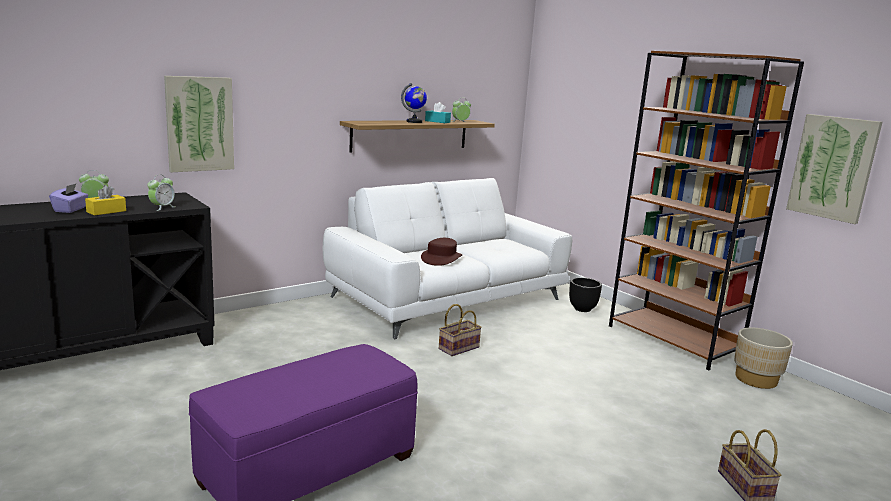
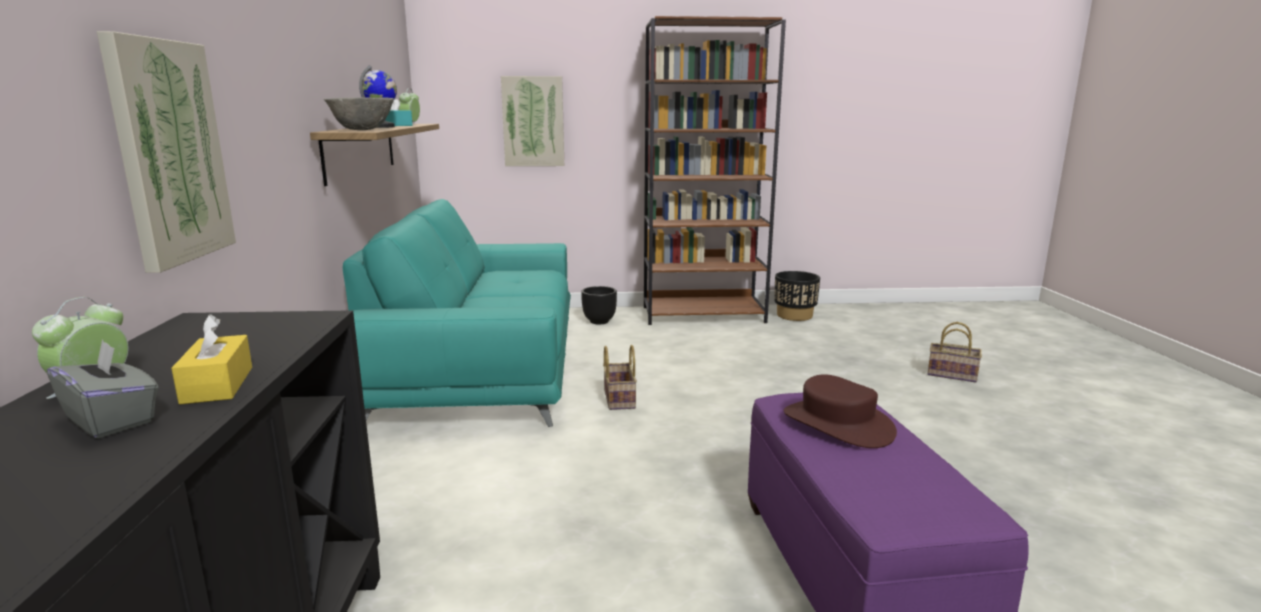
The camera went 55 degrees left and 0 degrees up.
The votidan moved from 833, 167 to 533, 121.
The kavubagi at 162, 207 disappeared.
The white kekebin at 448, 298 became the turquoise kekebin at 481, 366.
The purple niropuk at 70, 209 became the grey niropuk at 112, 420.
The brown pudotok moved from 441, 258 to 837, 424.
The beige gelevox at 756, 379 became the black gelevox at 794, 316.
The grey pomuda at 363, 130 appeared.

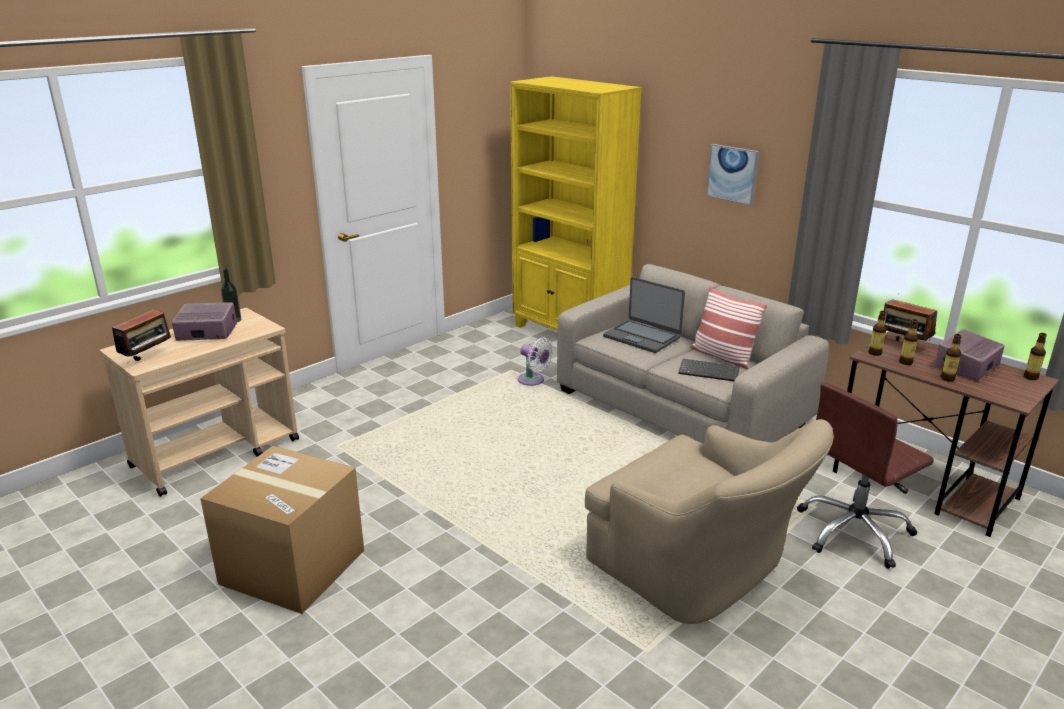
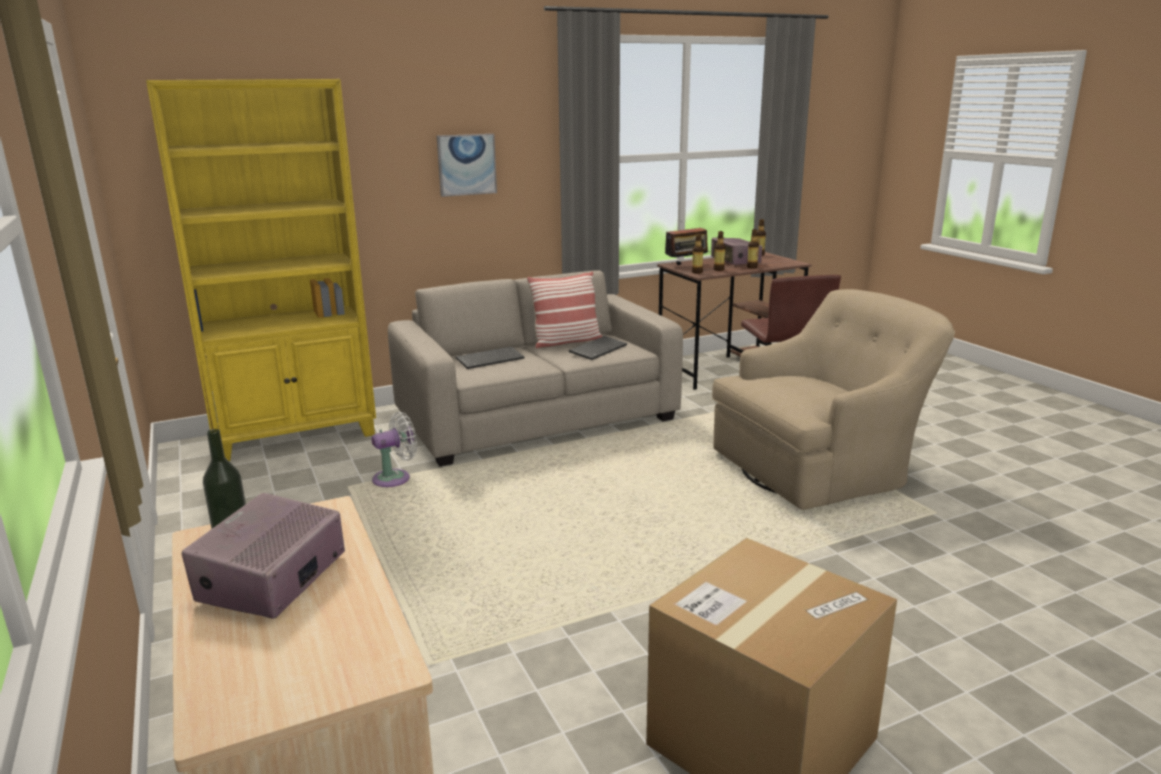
The camera went 70 degrees left and 5 degrees down.
The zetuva at 642, 337 was replaced by the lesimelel at 490, 359.
The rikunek at 148, 358 disappeared.

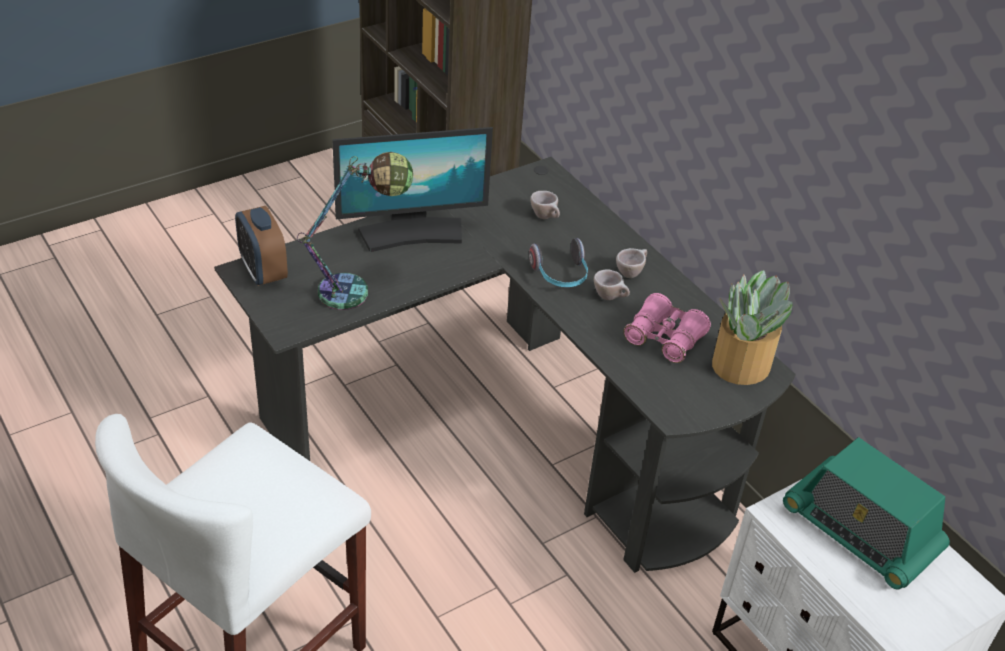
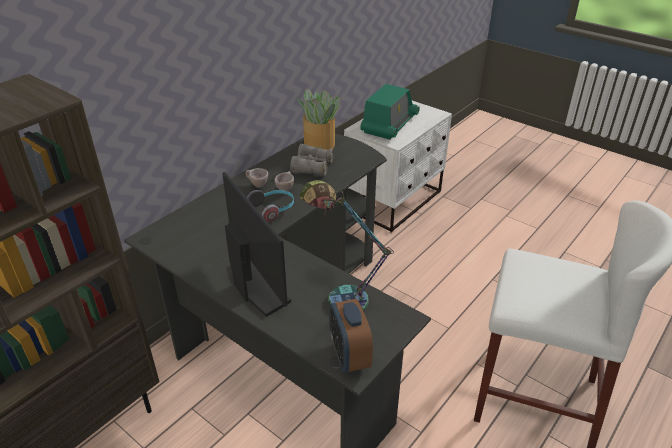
The camera went 105 degrees left and 5 degrees down.
The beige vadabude at 546, 217 disappeared.
The kavubagi at 263, 271 turned 120 degrees clockwise.
The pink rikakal at 664, 338 became the grey rikakal at 312, 167.

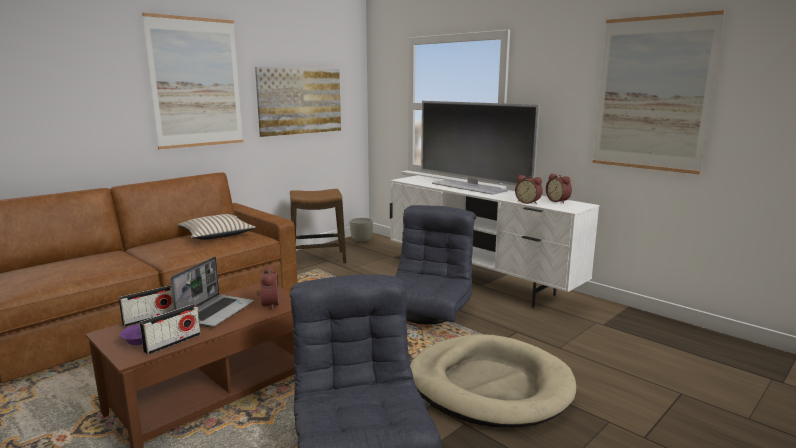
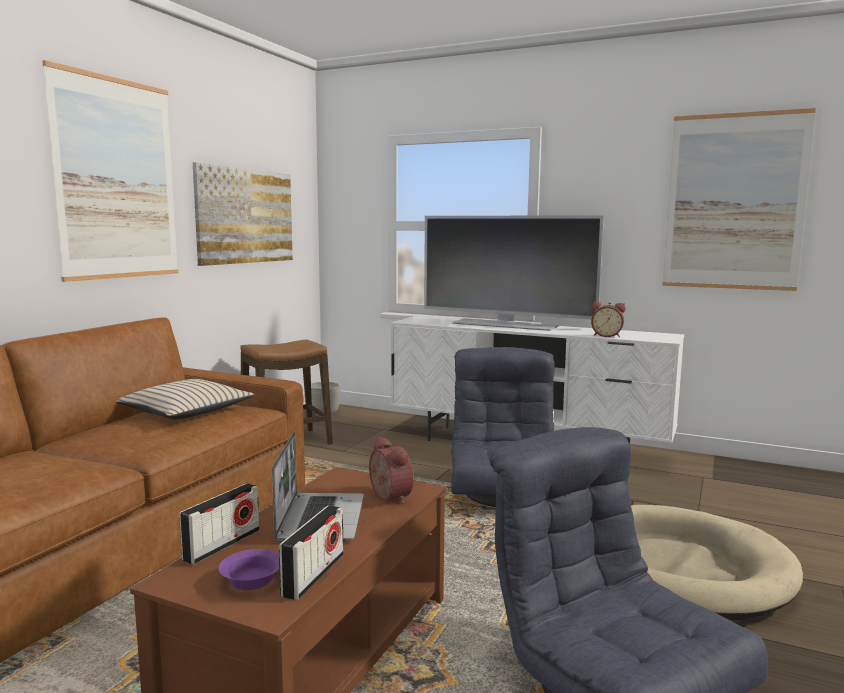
The camera went 20 degrees left and 5 degrees down.
The kavubagi at 558, 201 disappeared.

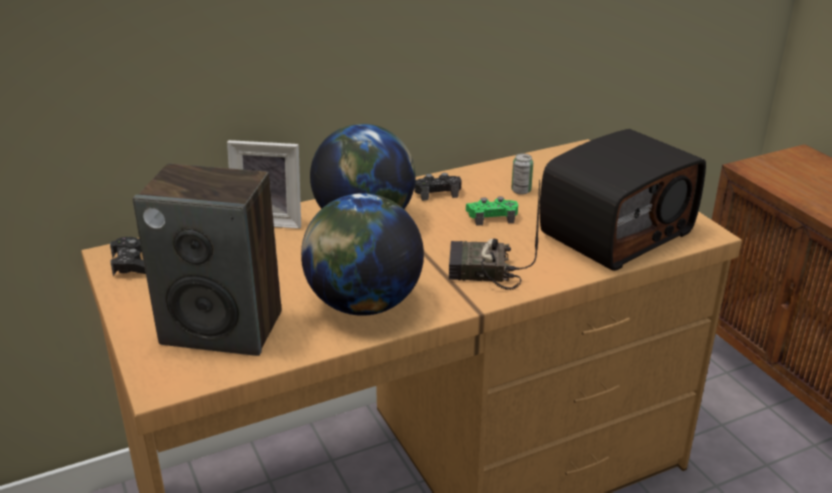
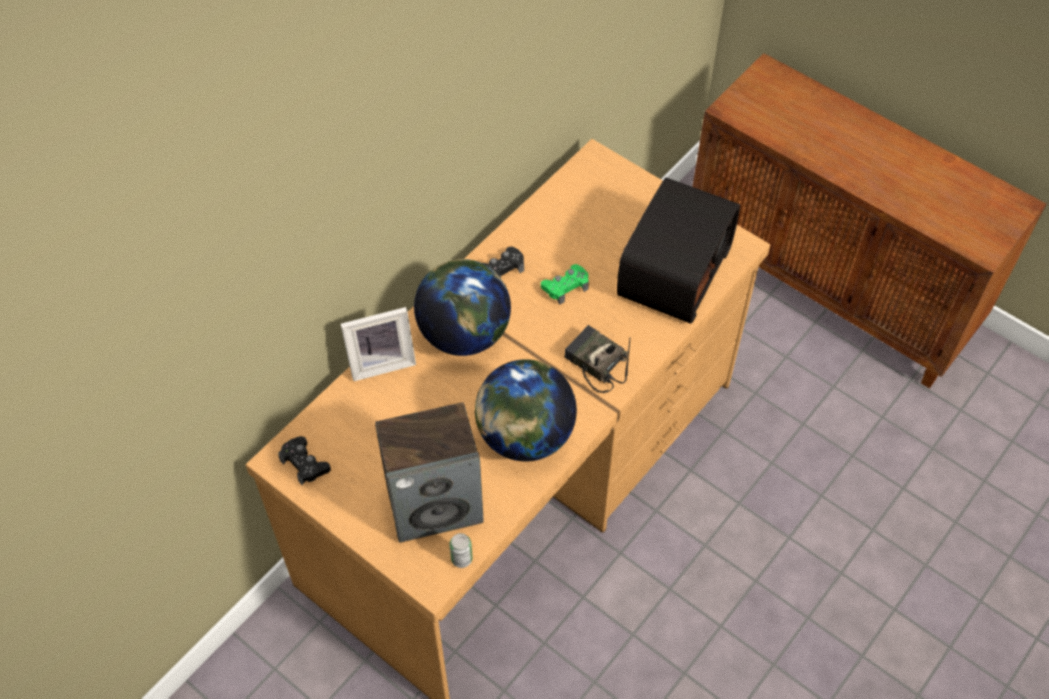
The camera went 25 degrees left and 25 degrees up.
The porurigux moved from 521, 191 to 461, 559.
The rikunek at 481, 273 turned 60 degrees clockwise.

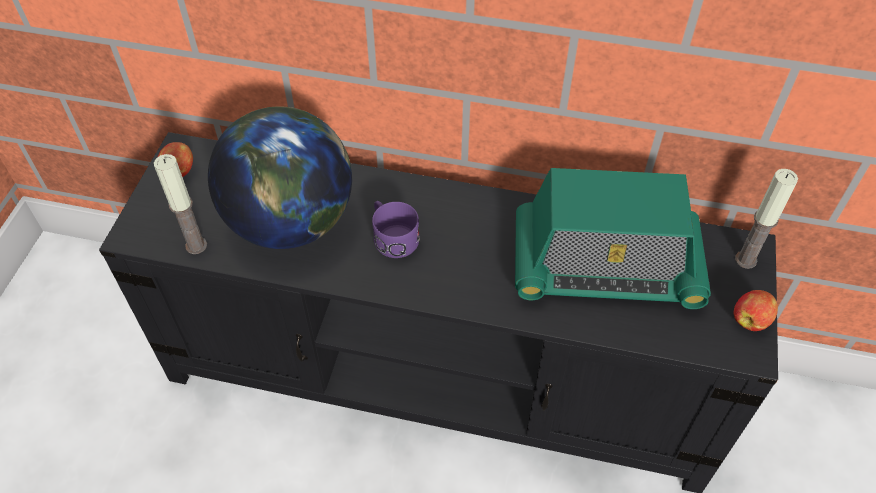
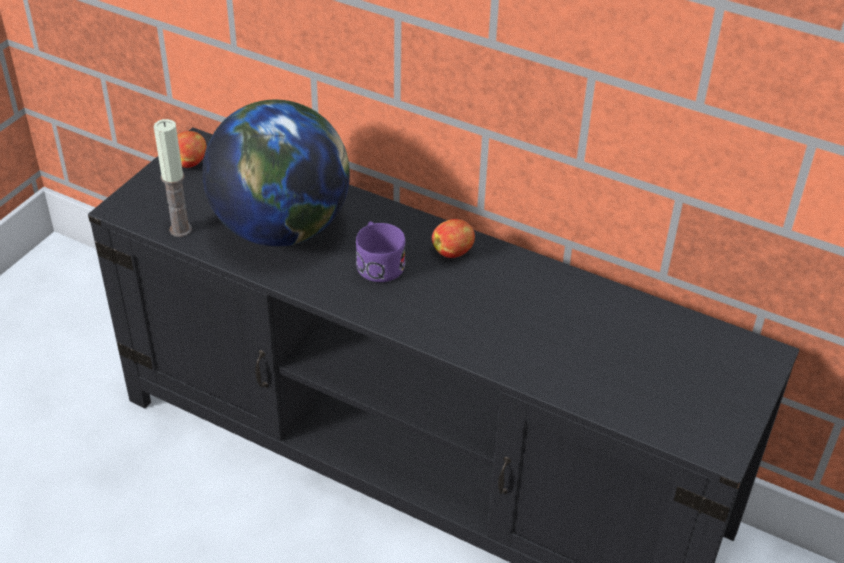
The camera went 15 degrees right and 10 degrees down.
The rikunek at 605, 266 disappeared.
The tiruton at 746, 260 disappeared.
The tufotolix moved from 750, 320 to 453, 252.

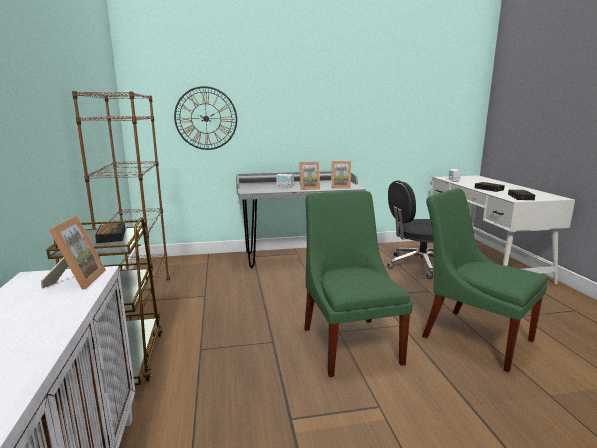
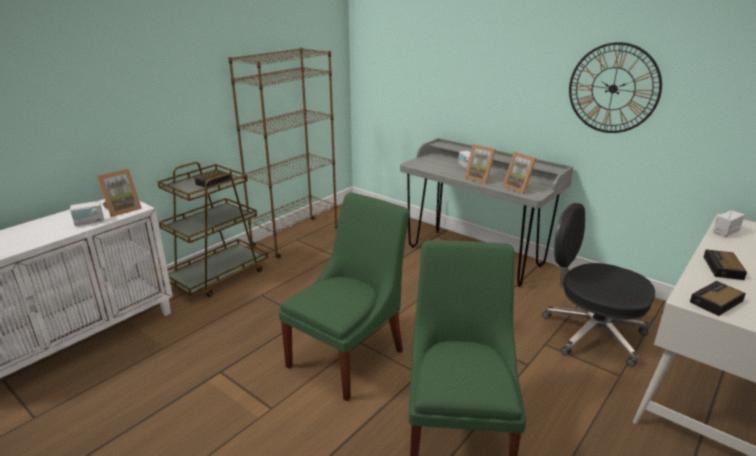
The camera went 50 degrees right and 10 degrees up.
The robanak moved from 206, 118 to 613, 88.
The rikunek at 89, 222 appeared.

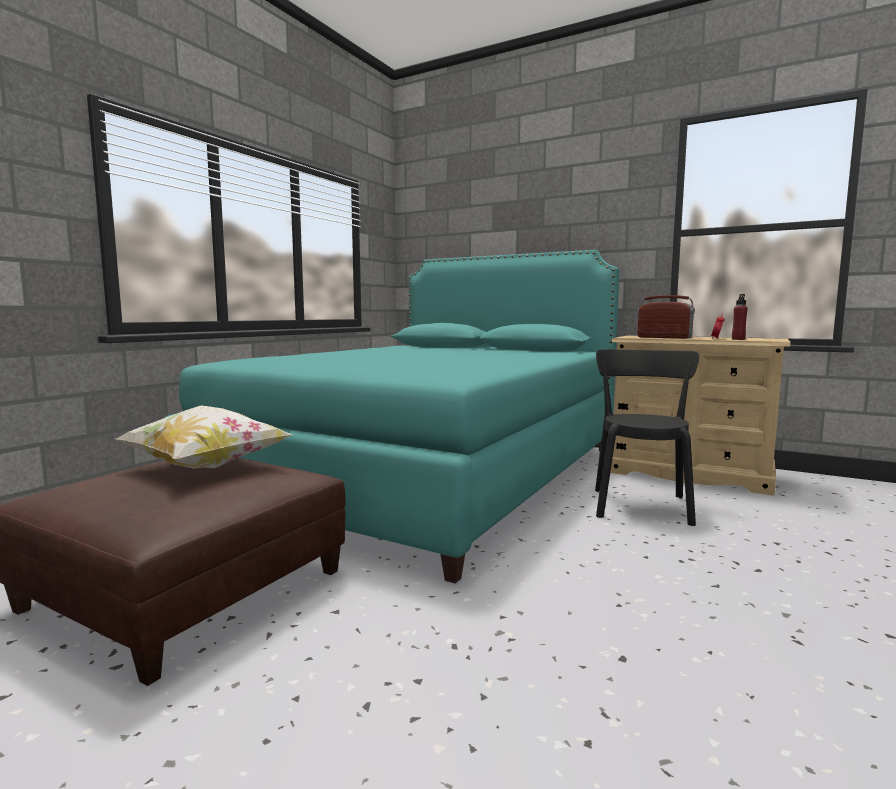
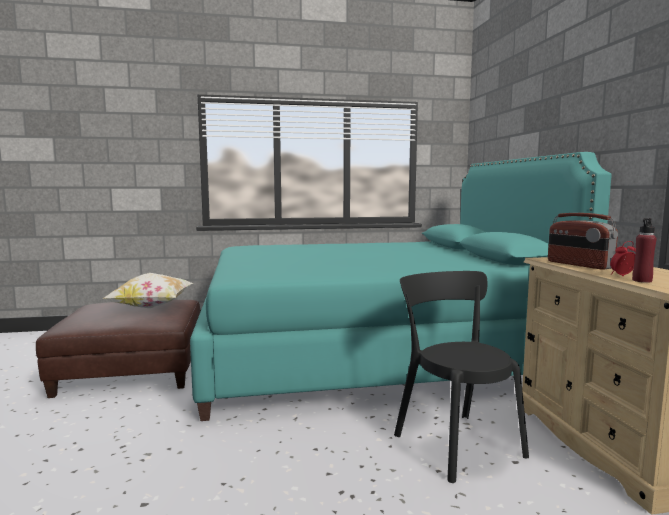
The camera went 50 degrees right and 0 degrees up.
The rikunek at 664, 337 turned 150 degrees clockwise.
The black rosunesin at 640, 504 turned 90 degrees counterclockwise.

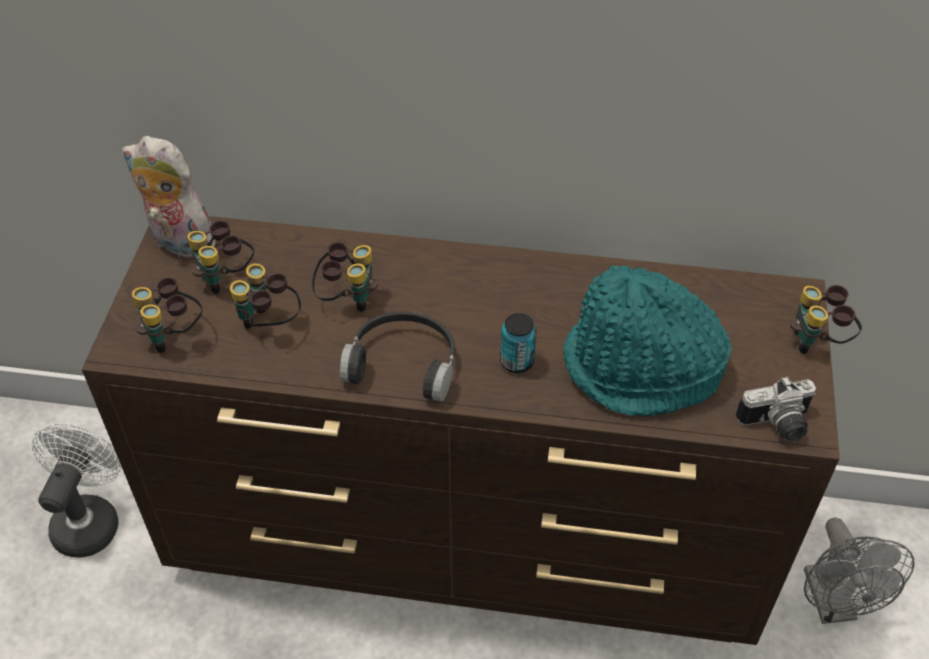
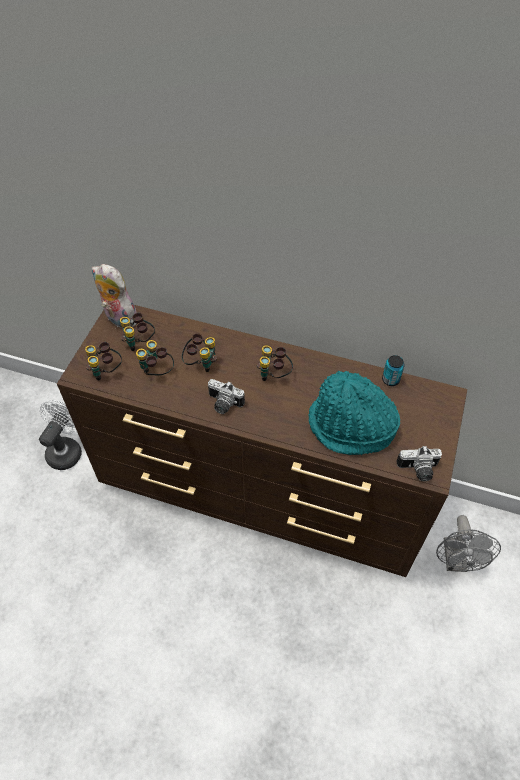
The camera went 10 degrees right and 5 degrees up.
The rikakal moved from 818, 341 to 274, 375.
The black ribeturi at 404, 363 was replaced by the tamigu at 223, 404.
The porurigux moved from 517, 362 to 390, 380.

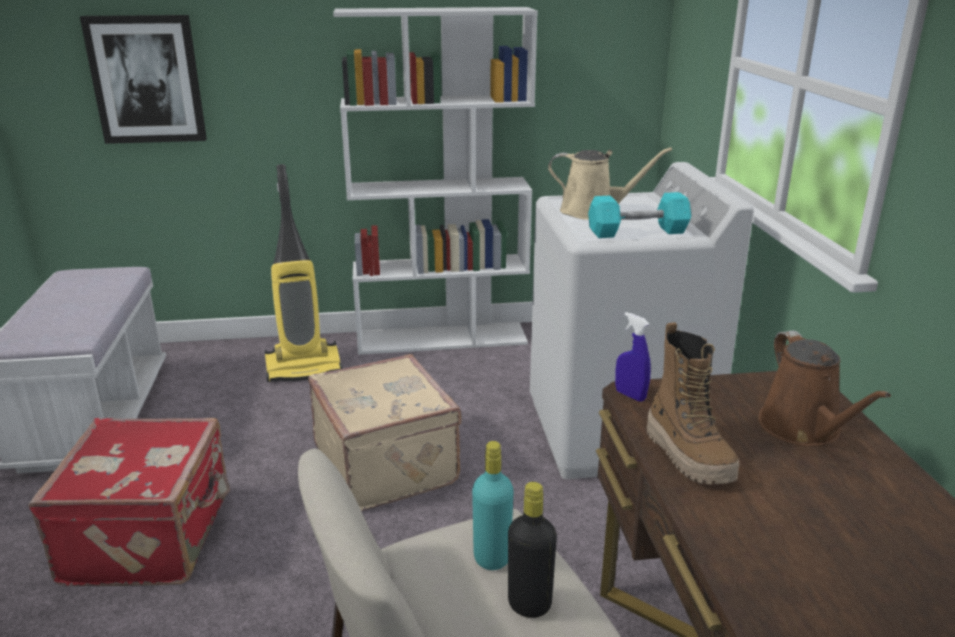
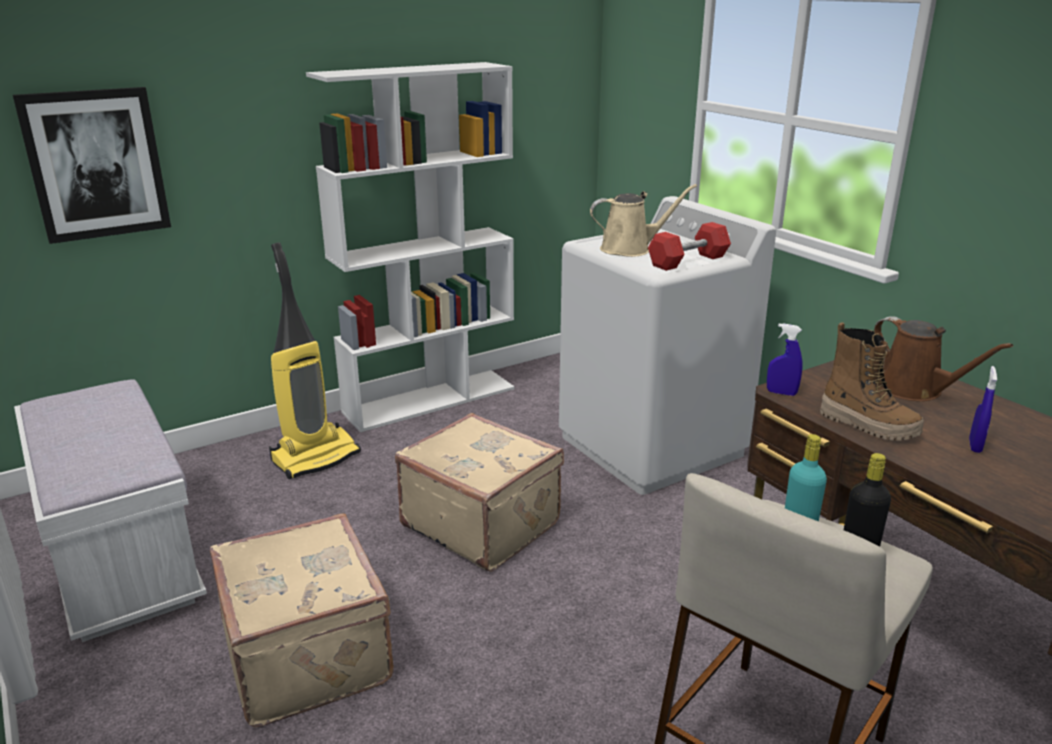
The camera went 25 degrees left and 0 degrees up.
The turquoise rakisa at 637, 232 became the red rakisa at 688, 261.
The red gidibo at 152, 537 became the beige gidibo at 310, 653.
The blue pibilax at 975, 446 appeared.

